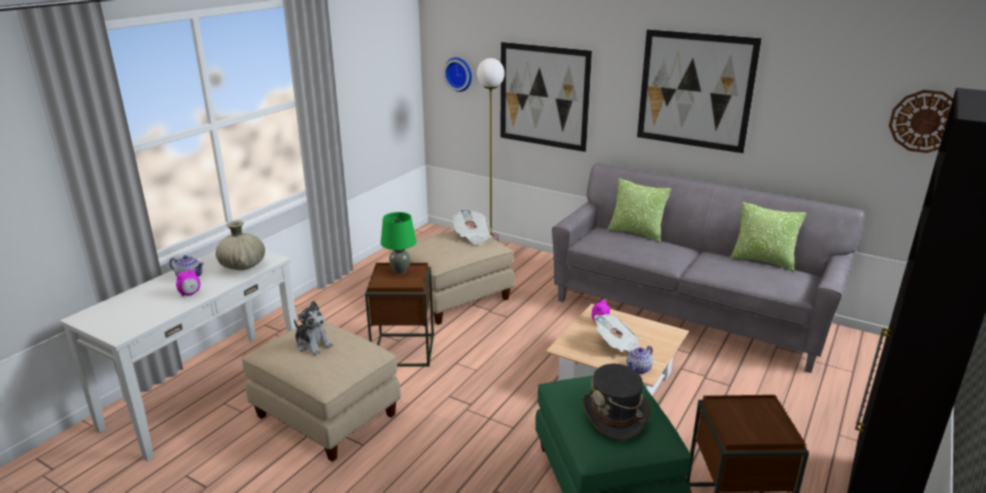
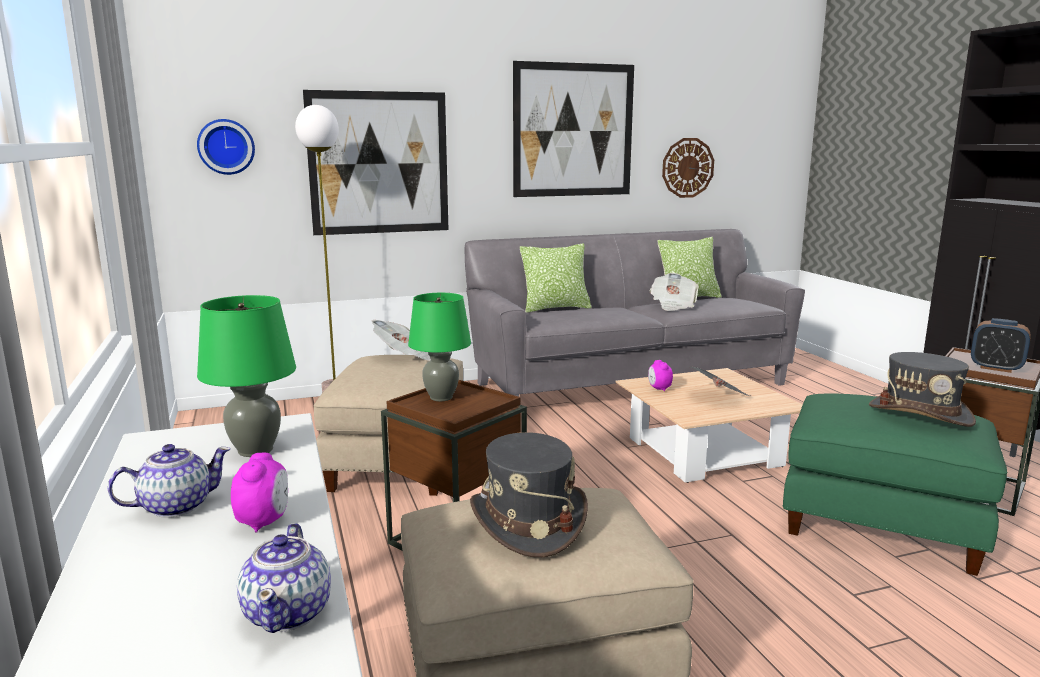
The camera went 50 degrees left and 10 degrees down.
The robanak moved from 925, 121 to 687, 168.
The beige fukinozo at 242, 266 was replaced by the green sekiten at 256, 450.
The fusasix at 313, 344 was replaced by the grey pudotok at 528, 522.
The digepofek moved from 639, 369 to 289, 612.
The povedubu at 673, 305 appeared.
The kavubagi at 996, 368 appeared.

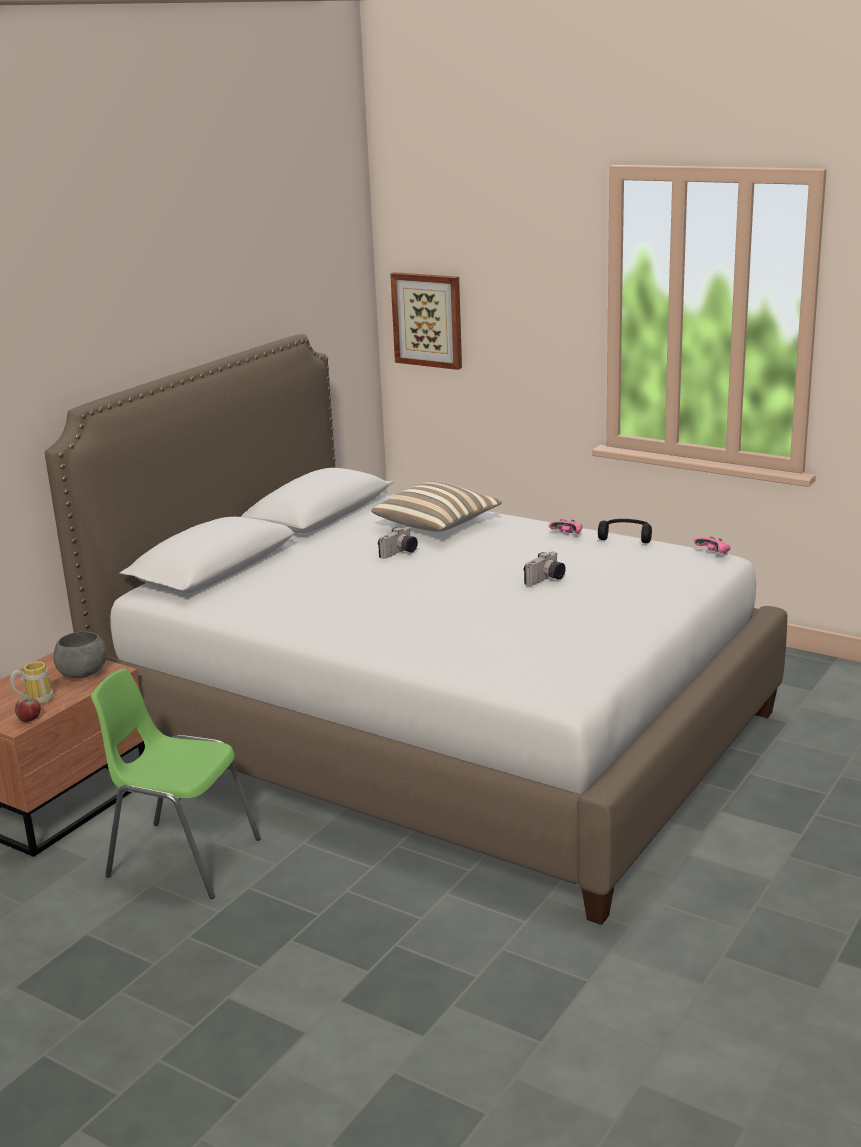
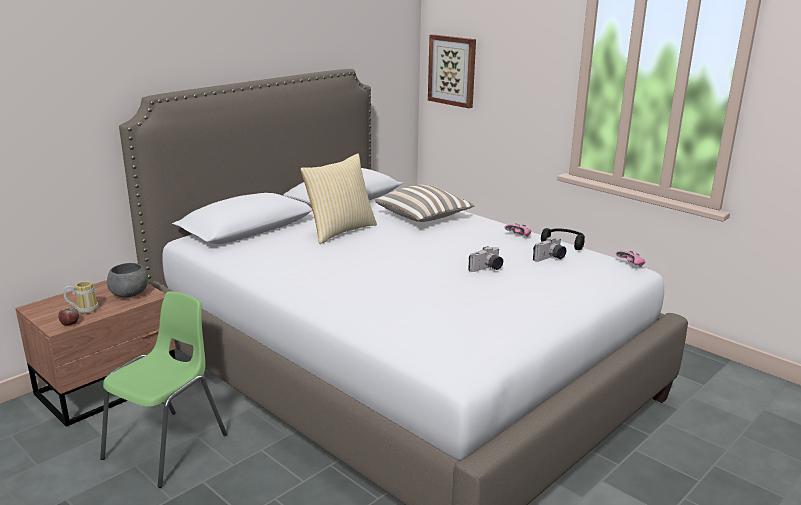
The camera went 10 degrees right and 0 degrees up.
The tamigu moved from 400, 553 to 550, 258.
The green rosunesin at 182, 858 turned 90 degrees clockwise.
The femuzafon at 339, 231 appeared.

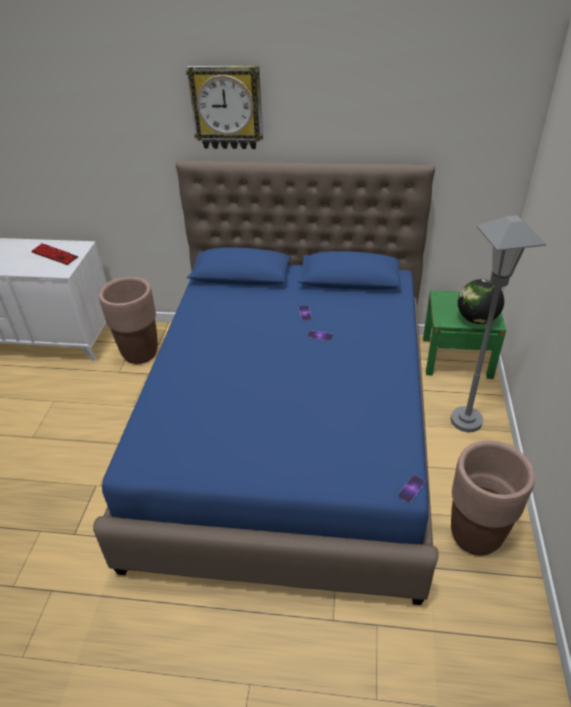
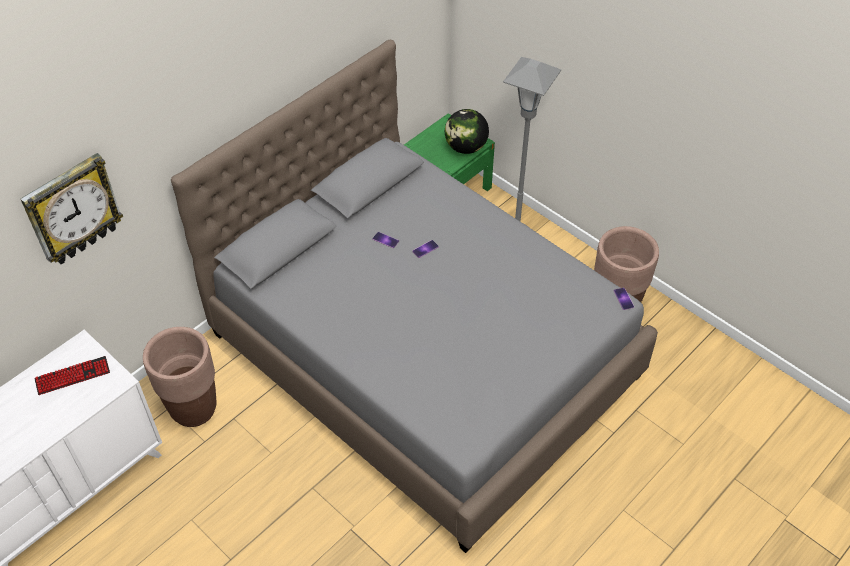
The camera went 55 degrees left and 10 degrees up.
The robanak moved from 227, 107 to 72, 210.
The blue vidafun at 289, 434 became the grey vidafun at 424, 354.

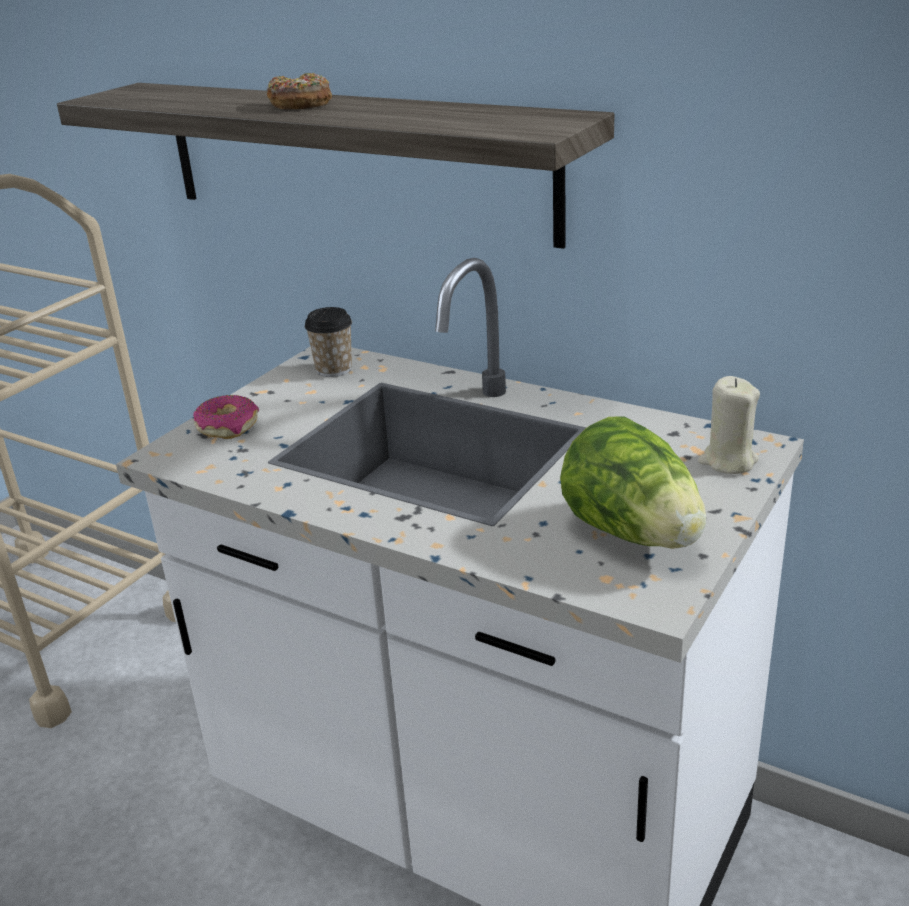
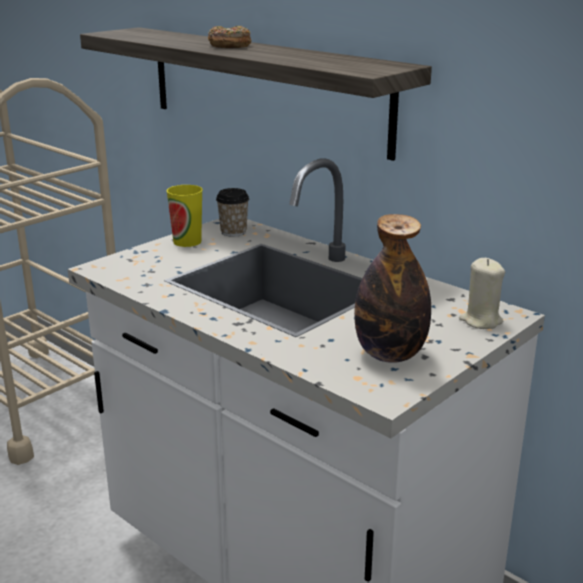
The camera went 10 degrees right and 5 degrees down.
The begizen at 228, 426 disappeared.
The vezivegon at 633, 533 was replaced by the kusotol at 390, 354.
The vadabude at 187, 241 appeared.

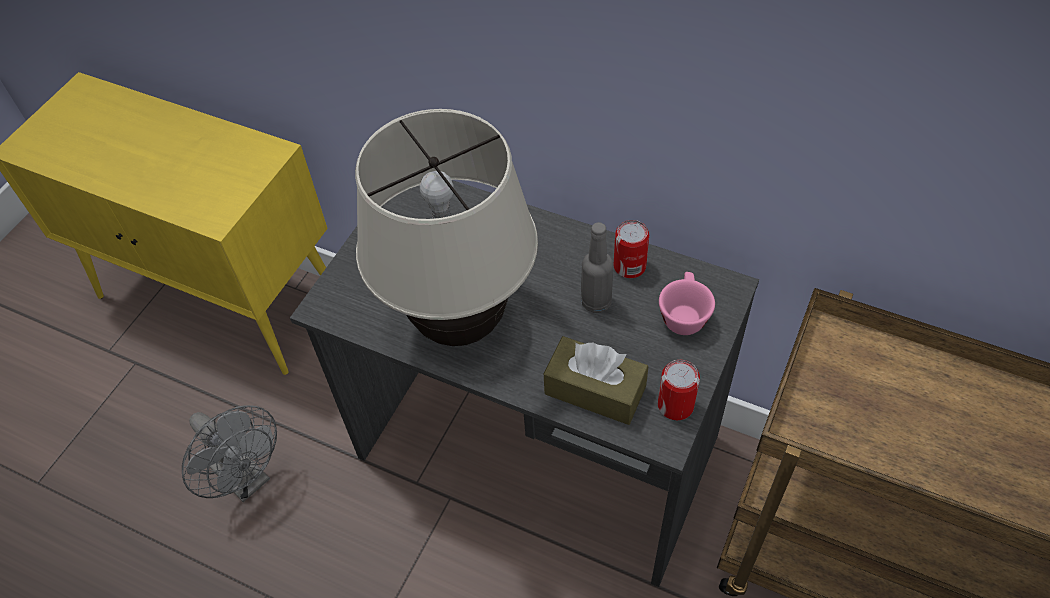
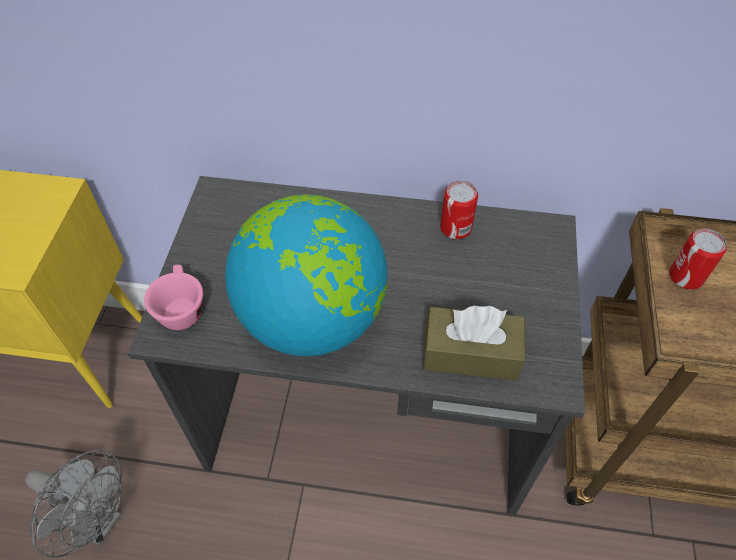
The camera went 20 degrees left and 0 degrees up.
The beige sekiten at 460, 323 was replaced by the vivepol at 313, 318.
The grey kusotol at 596, 302 disappeared.
The pink vadabude moved from 683, 314 to 180, 308.
The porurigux moved from 675, 405 to 686, 276.

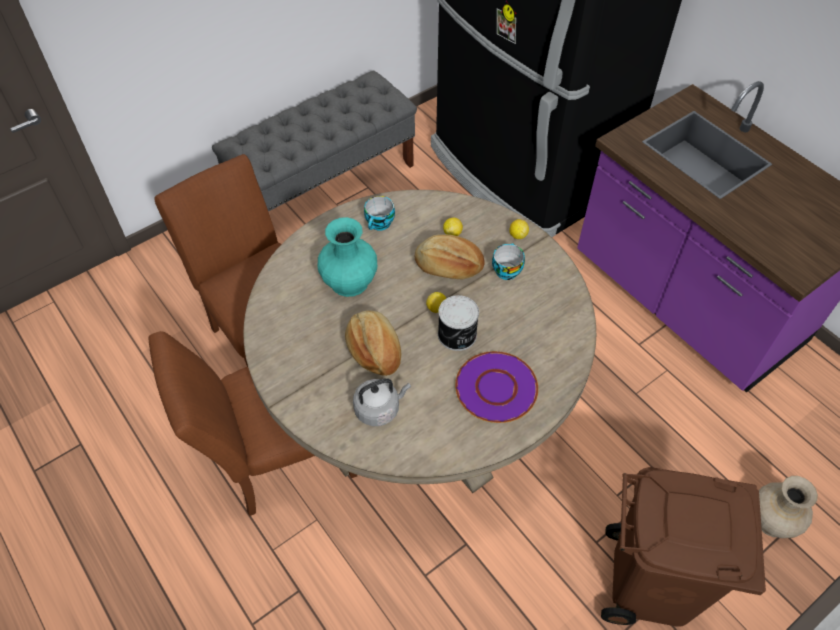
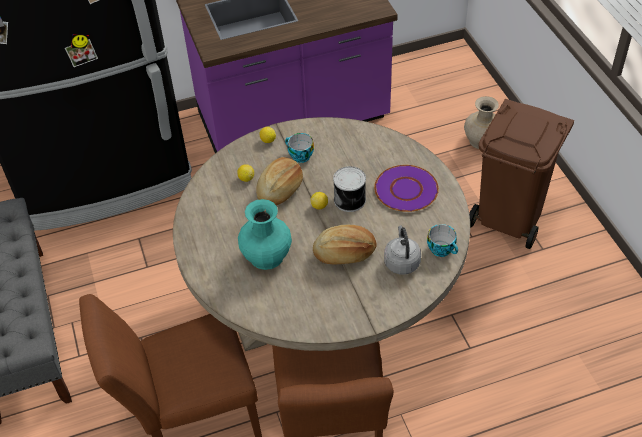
The camera went 70 degrees left and 5 degrees down.
The vadabude moved from 380, 224 to 442, 249.

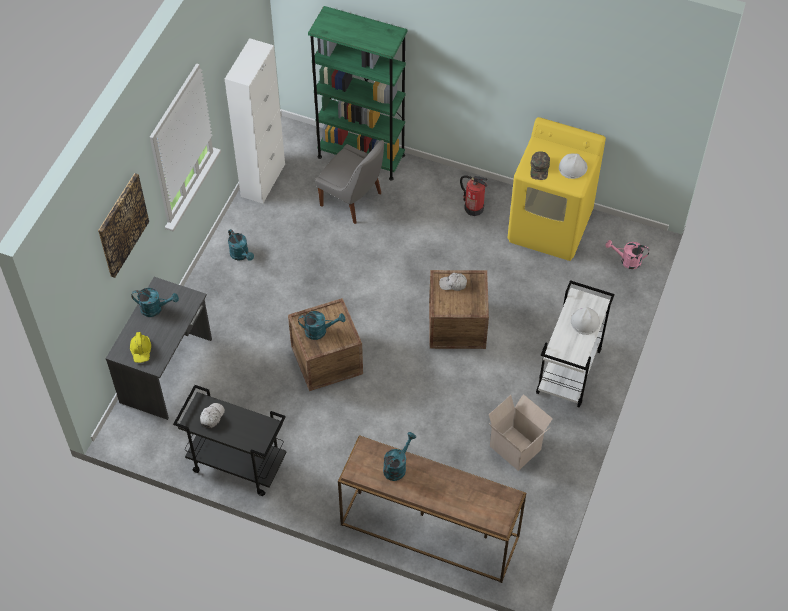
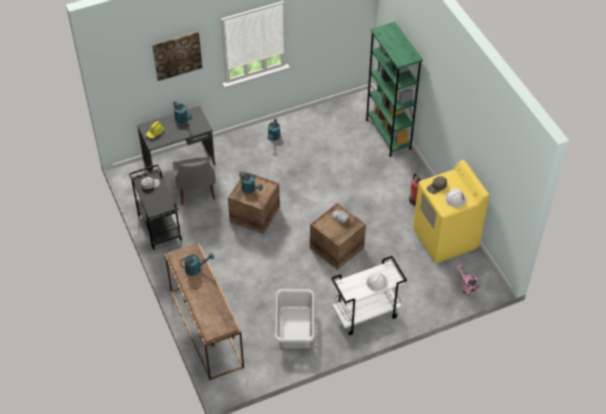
The camera went 45 degrees right and 5 degrees down.
The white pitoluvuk at 263, 180 disappeared.
The grey rosunesin moved from 353, 200 to 196, 192.
The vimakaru at 517, 447 was replaced by the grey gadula at 294, 327.

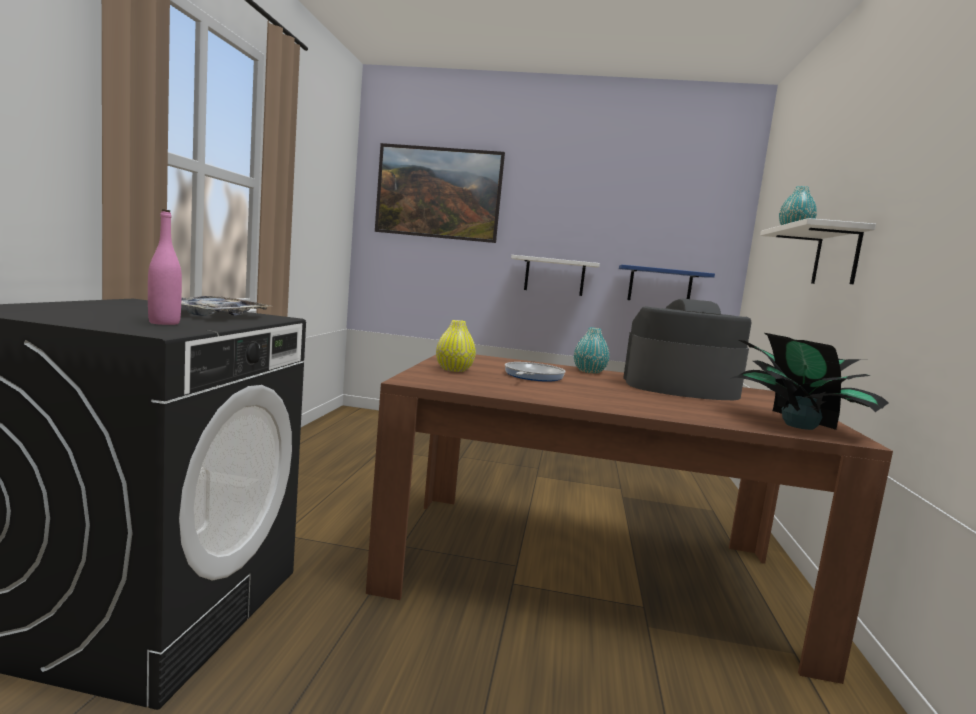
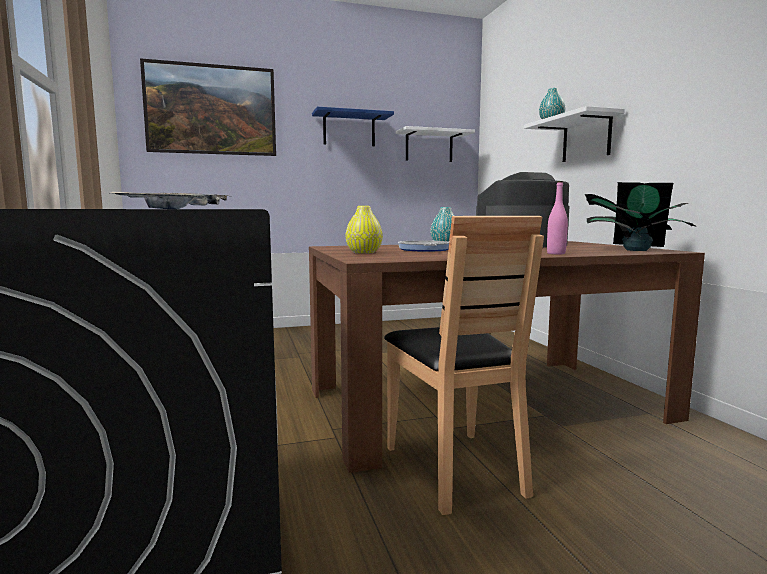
The camera went 25 degrees left and 0 degrees up.
The pink kusotol moved from 164, 323 to 556, 253.
The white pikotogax moved from 554, 276 to 429, 146.
The blue pikotogax moved from 660, 286 to 349, 130.
The brown rosunesin at 455, 469 appeared.

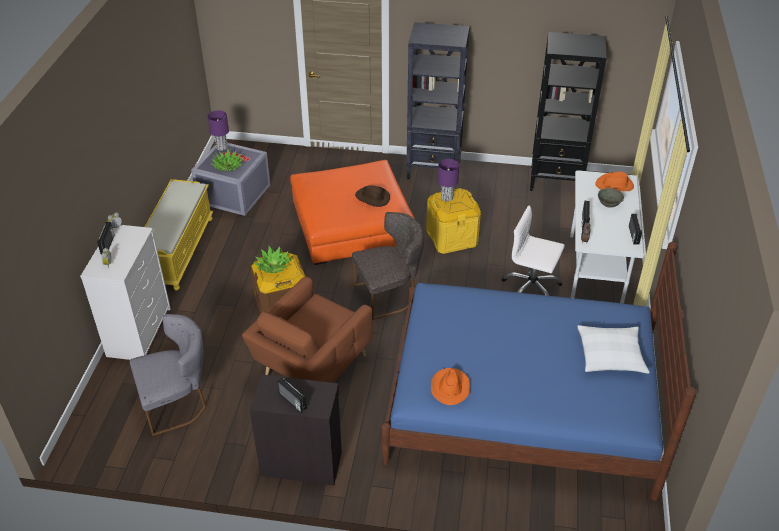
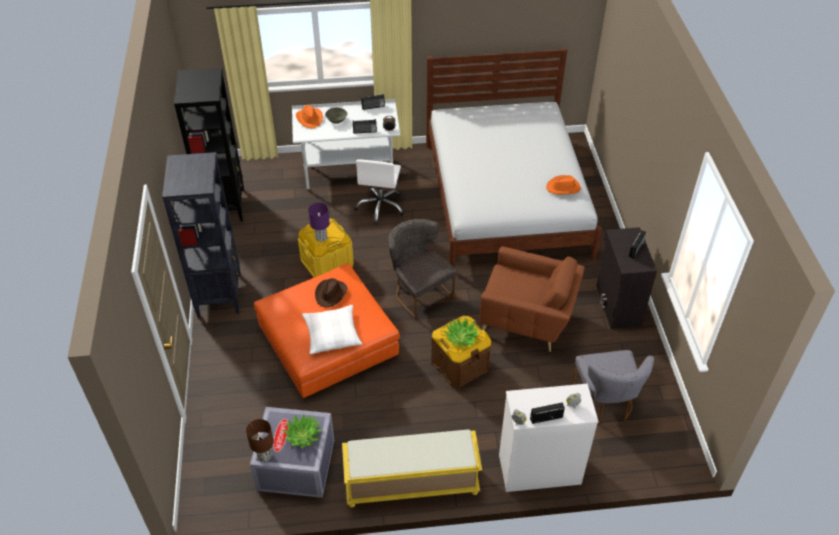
The camera went 105 degrees left and 5 degrees up.
The purple sekiten at 221, 147 became the brown sekiten at 264, 456.
The blue vidafun at 521, 404 became the white vidafun at 506, 199.
The grey rosunesin at 177, 404 turned 150 degrees counterclockwise.
The white femuzafon moved from 610, 355 to 332, 334.

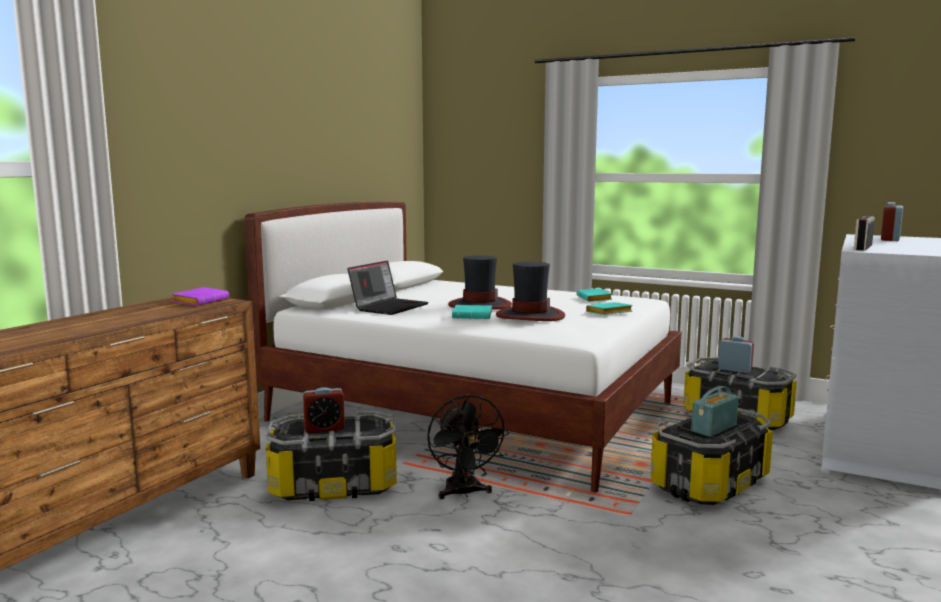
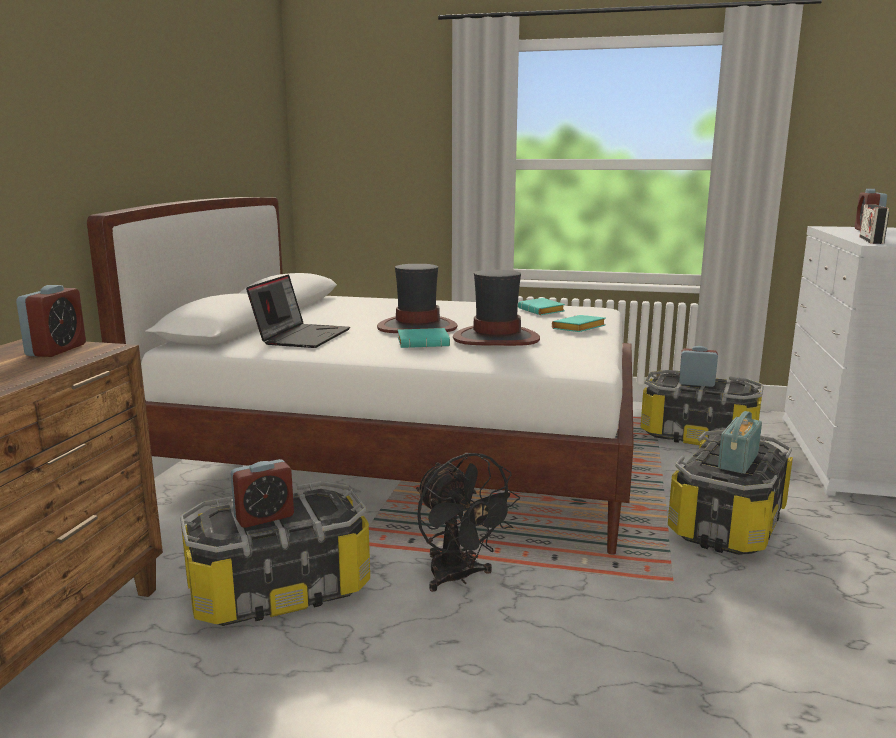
The camera went 15 degrees left and 5 degrees up.
The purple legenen at 201, 301 was replaced by the kavubagi at 56, 350.

